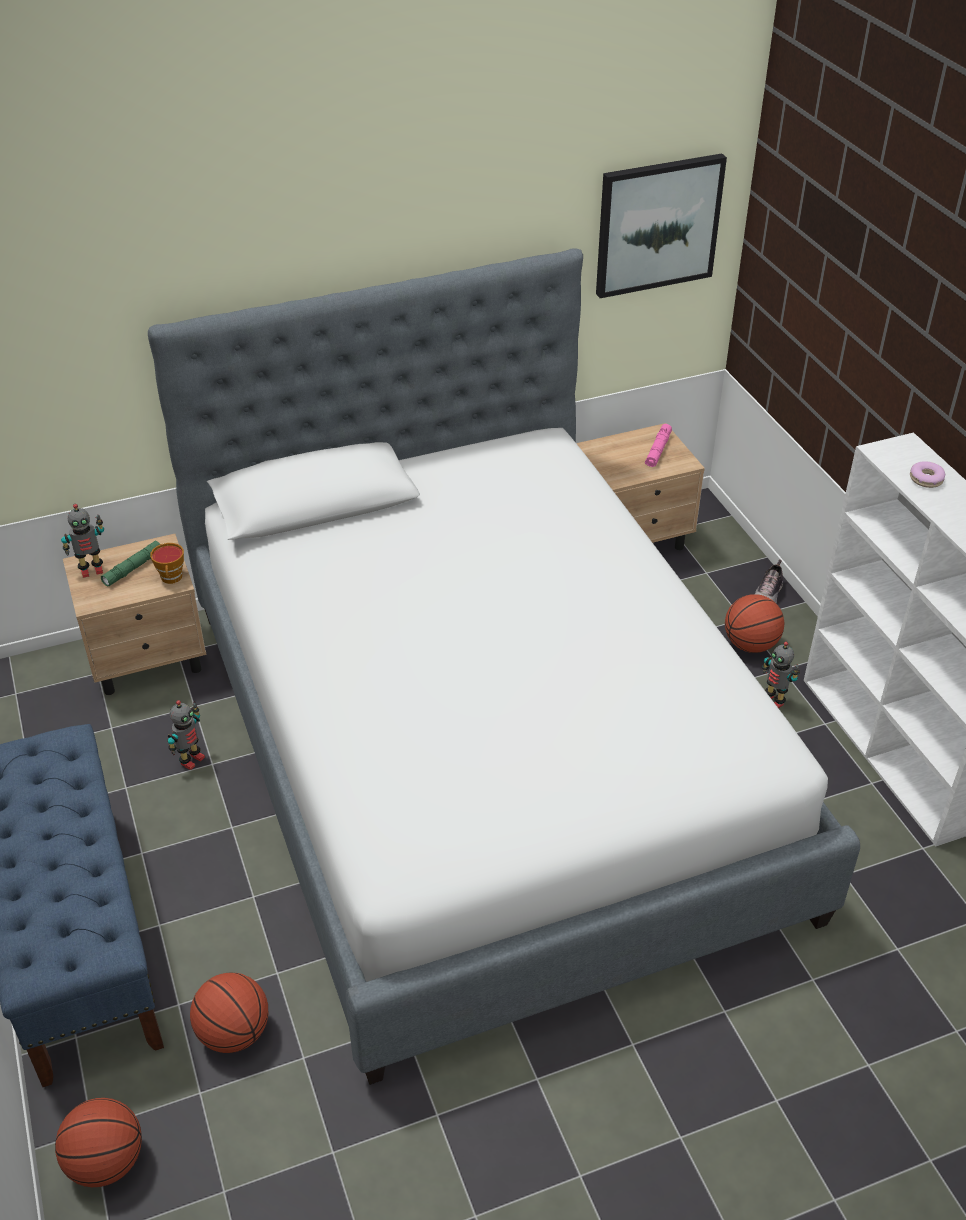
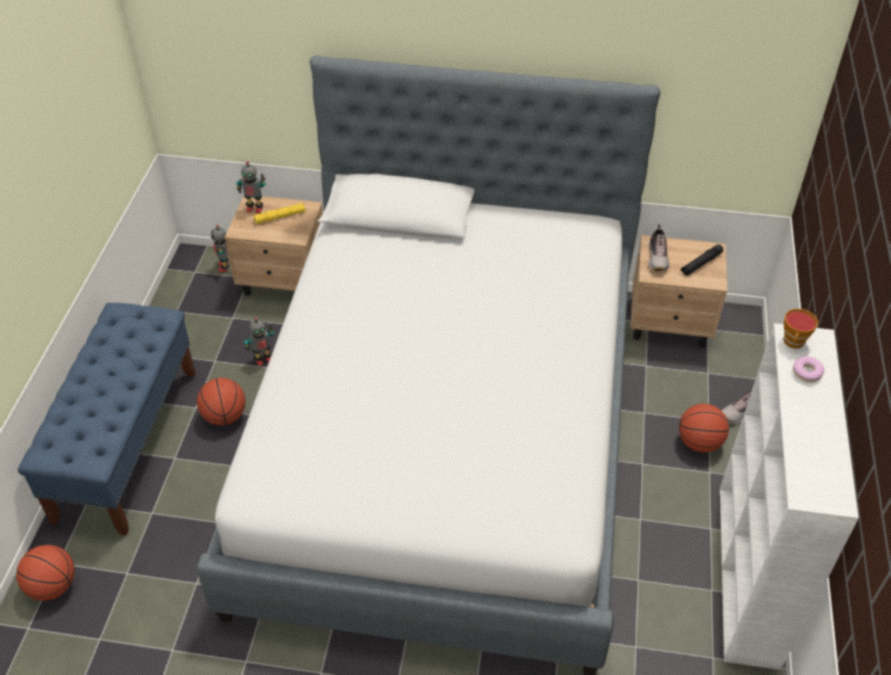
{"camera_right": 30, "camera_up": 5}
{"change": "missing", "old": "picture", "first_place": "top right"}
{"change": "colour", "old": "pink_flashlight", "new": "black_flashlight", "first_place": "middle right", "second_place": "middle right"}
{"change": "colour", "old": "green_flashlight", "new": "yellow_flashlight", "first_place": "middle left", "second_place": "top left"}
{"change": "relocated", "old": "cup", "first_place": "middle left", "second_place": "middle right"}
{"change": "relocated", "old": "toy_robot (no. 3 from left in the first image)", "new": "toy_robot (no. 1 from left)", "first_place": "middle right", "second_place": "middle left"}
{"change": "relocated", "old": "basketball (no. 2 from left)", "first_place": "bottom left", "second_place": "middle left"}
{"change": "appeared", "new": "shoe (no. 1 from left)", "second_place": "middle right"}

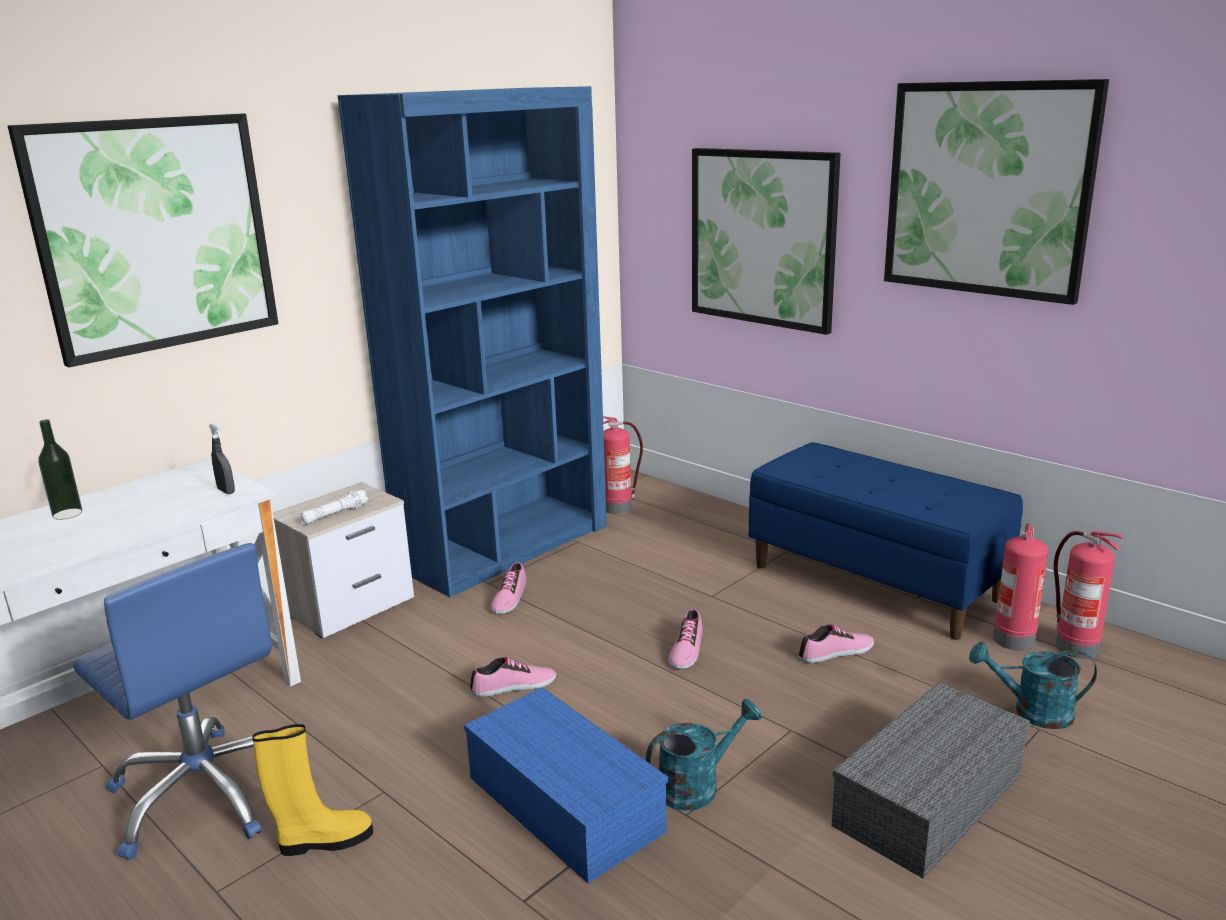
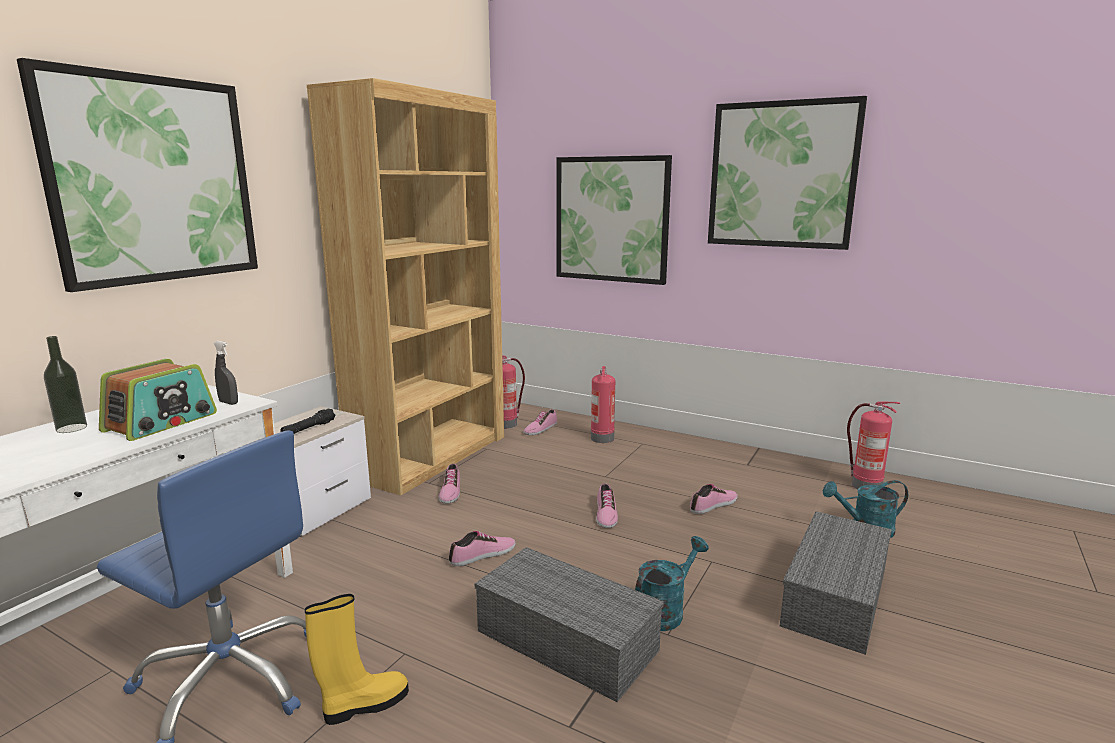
{"camera_right": -15, "camera_up": -5}
{"change": "colour", "old": "blue_bookcase", "new": "brown_bookcase", "first_place": "centre", "second_place": "centre"}
{"change": "missing", "old": "blue_bench", "first_place": "middle right"}
{"change": "colour", "old": "white_flashlight", "new": "black_flashlight", "first_place": "middle left", "second_place": "middle left"}
{"change": "relocated", "old": "fire_extinguisher (no. 2 from left)", "first_place": "middle right", "second_place": "centre"}
{"change": "colour", "old": "blue_storage_box", "new": "grey_storage_box (no. 1 from left)", "first_place": "bottom centre", "second_place": "bottom centre"}
{"change": "appeared", "new": "radio", "second_place": "middle left"}
{"change": "appeared", "new": "shoe (no. 3 from left)", "second_place": "centre"}

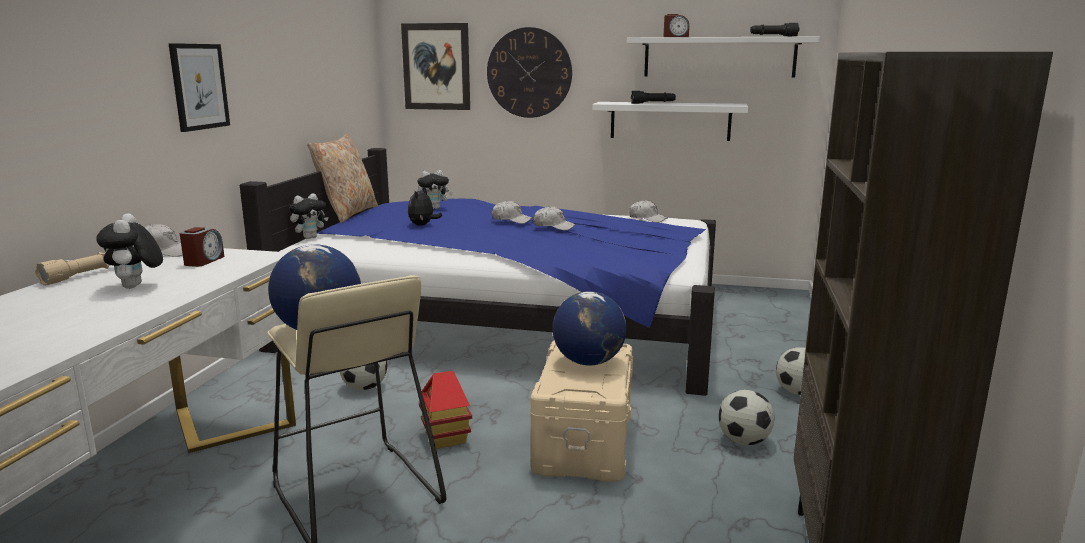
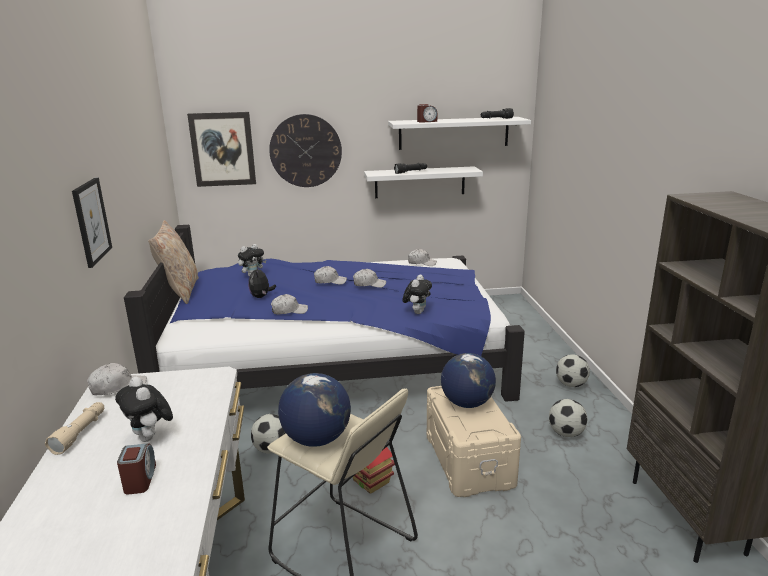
{"camera_right": -20, "camera_up": 5}
{"change": "relocated", "old": "plush_toy (no. 2 from left in the first image)", "new": "plush_toy (no. 4 from left)", "first_place": "middle left", "second_place": "centre"}
{"change": "relocated", "old": "alarm_clock (no. 1 from left)", "first_place": "middle left", "second_place": "bottom left"}
{"change": "appeared", "new": "white_cap (no. 2 from left)", "second_place": "centre"}

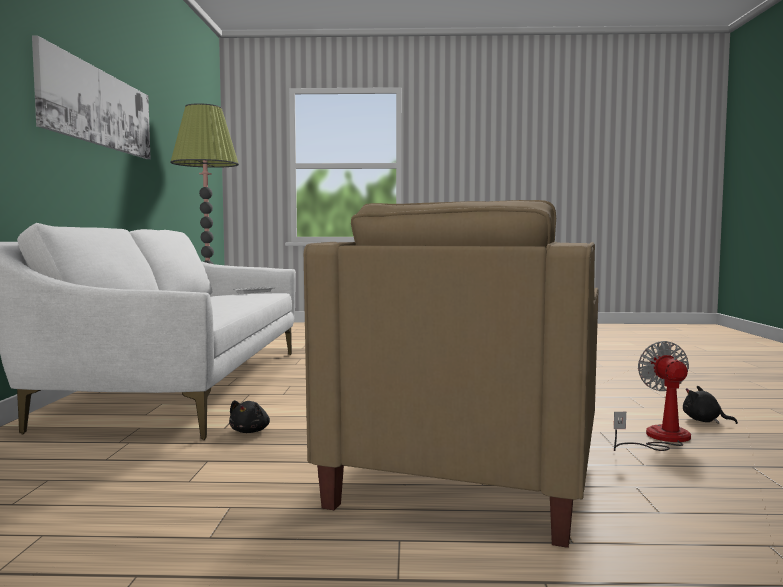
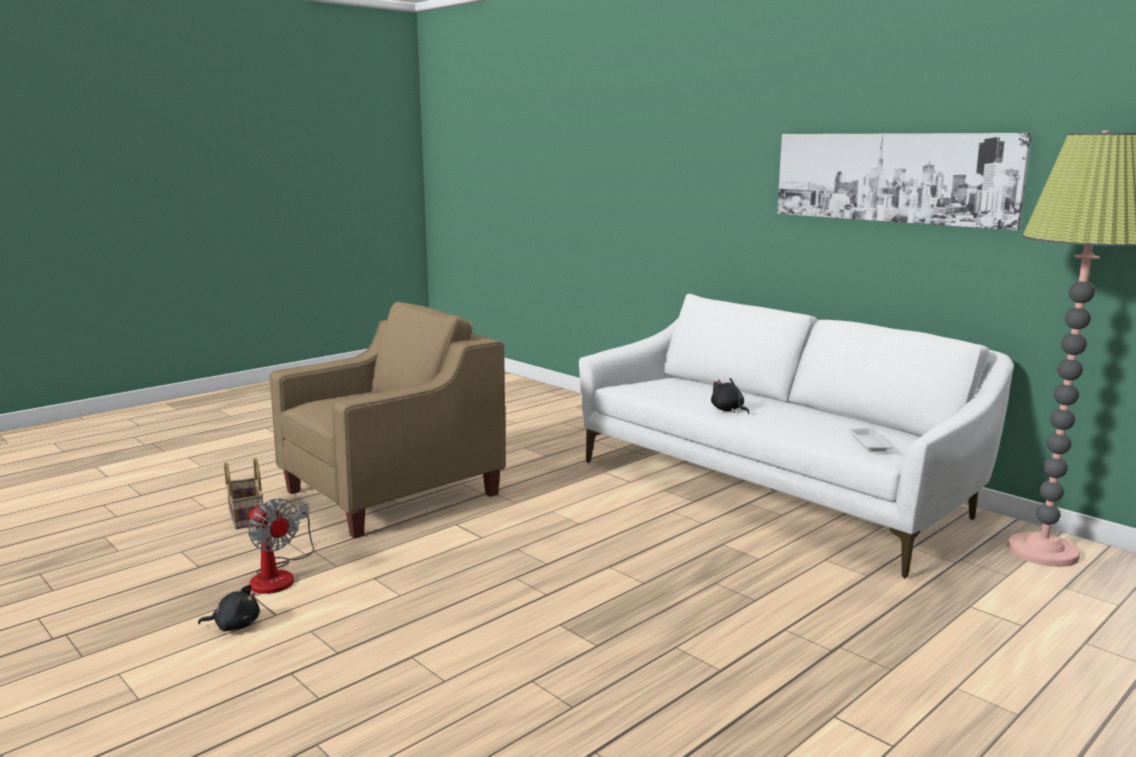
{"camera_right": 135, "camera_up": 10}
{"change": "spun", "old": "beige_armchair", "first_place": "centre", "second_place": "centre", "degrees": 75}
{"change": "relocated", "old": "black_plush_toy (no. 1 from left in the first image)", "new": "black_plush_toy (no. 2 from left)", "first_place": "bottom left", "second_place": "centre"}
{"change": "appeared", "new": "basket", "second_place": "middle left"}

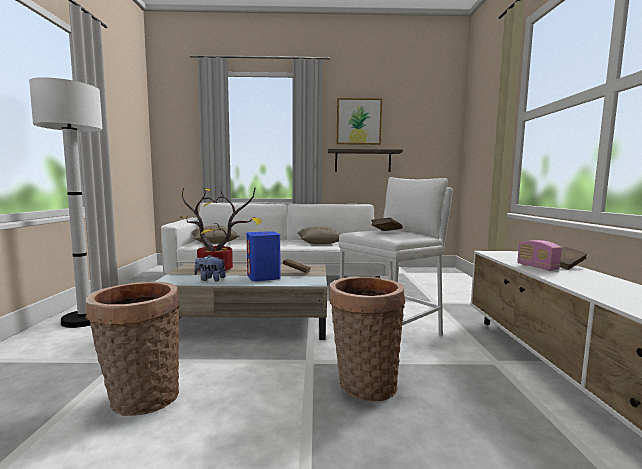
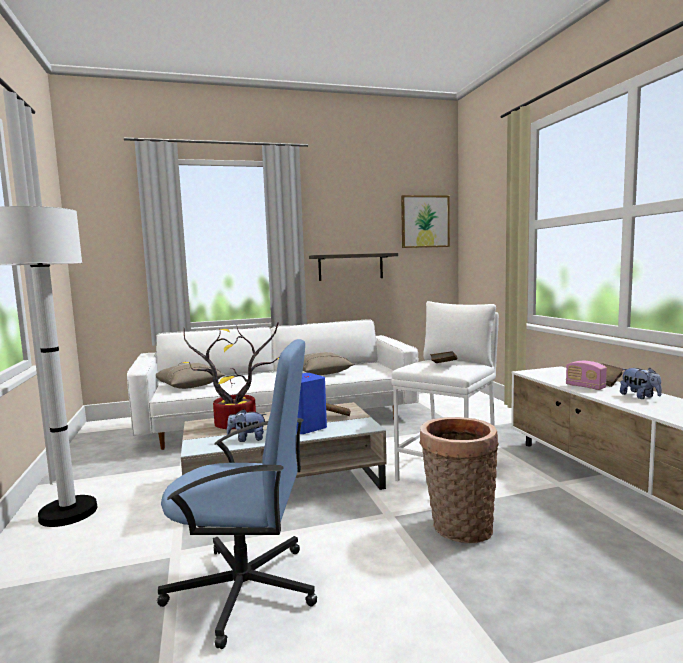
{"camera_right": -15, "camera_up": 0}
{"change": "relocated", "old": "picture", "first_place": "top centre", "second_place": "centre"}
{"change": "exchanged", "old": "basket (no. 1 from left)", "new": "blue_office_chair", "first_place": "bottom left", "second_place": "bottom centre"}
{"change": "appeared", "new": "plush_toy (no. 2 from left)", "second_place": "middle right"}

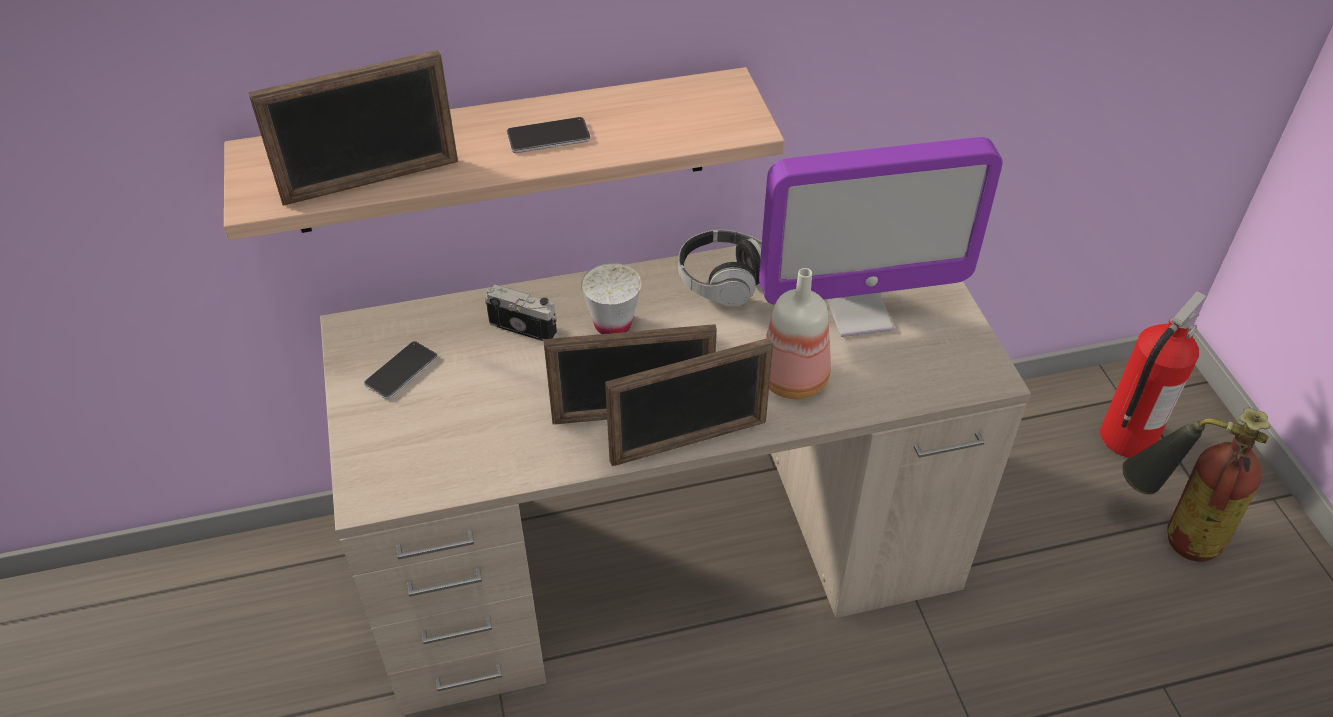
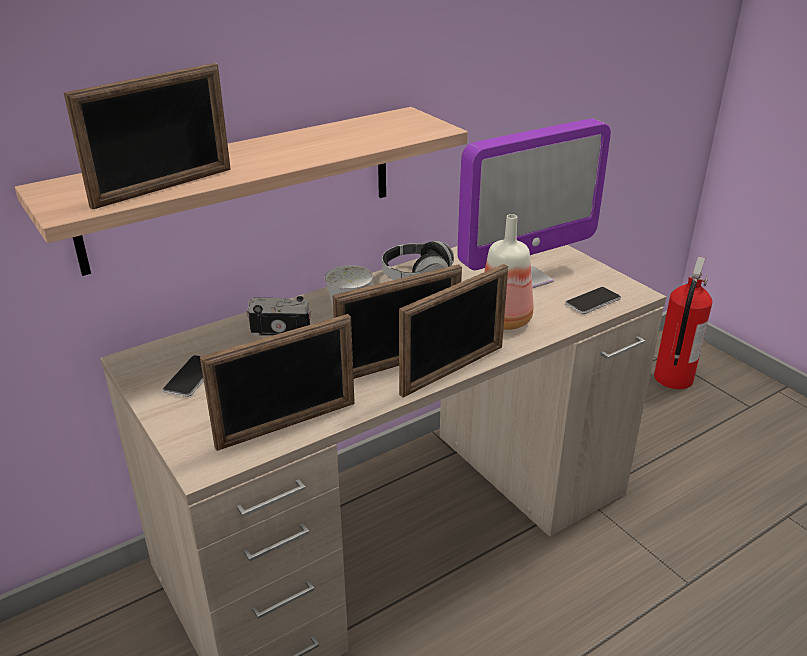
{"camera_right": -20, "camera_up": -15}
{"change": "relocated", "old": "phone (no. 2 from left)", "first_place": "top centre", "second_place": "middle right"}
{"change": "missing", "old": "fire_extinguisher (no. 2 from left)", "first_place": "bottom right"}
{"change": "appeared", "new": "picture_frame (no. 2 from left)", "second_place": "centre"}

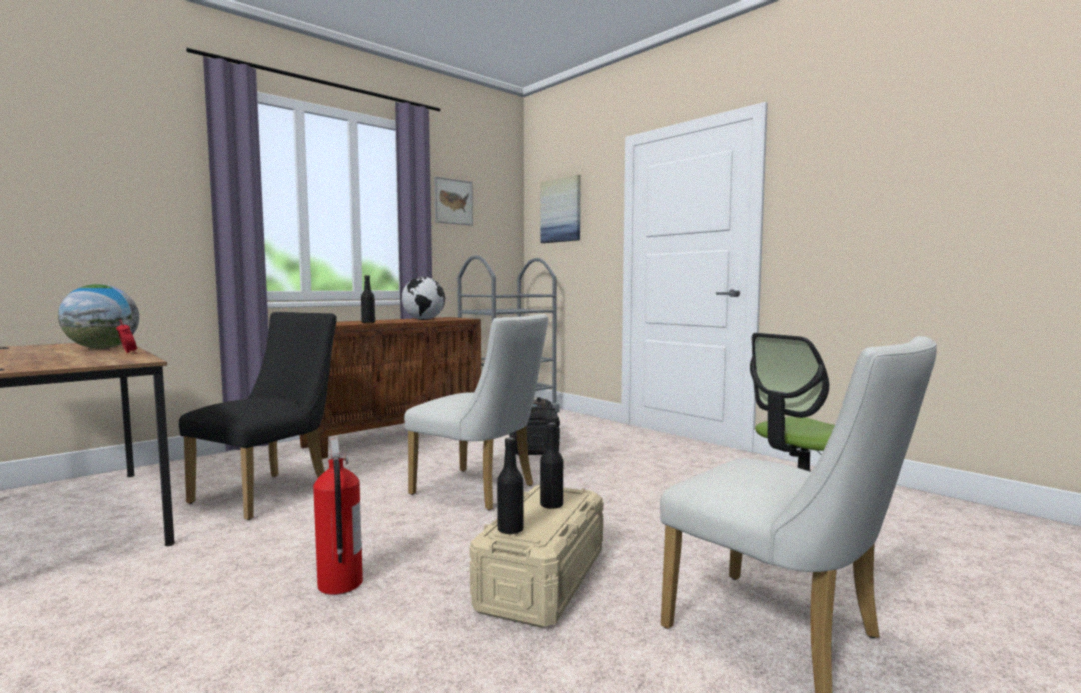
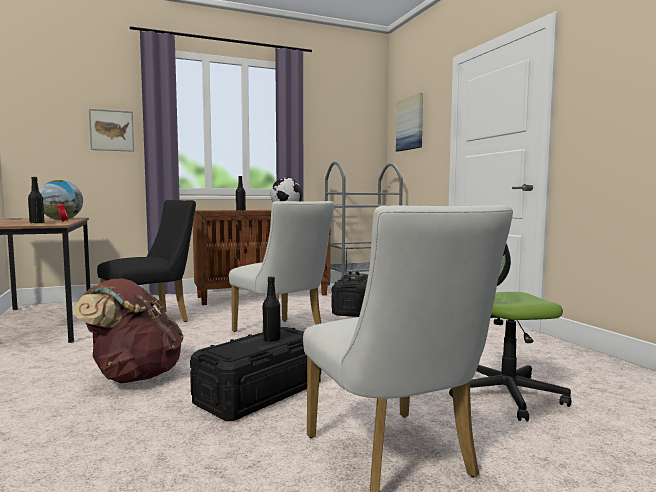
{"camera_right": 20, "camera_up": 0}
{"change": "relocated", "old": "picture (no. 1 from left)", "first_place": "top centre", "second_place": "top left"}
{"change": "relocated", "old": "black_bottle (no. 2 from left in the first image)", "new": "black_bottle (no. 1 from left)", "first_place": "bottom centre", "second_place": "middle left"}
{"change": "exchanged", "old": "fire_extinguisher", "new": "brown_backpack", "first_place": "bottom left", "second_place": "bottom left"}
{"change": "colour", "old": "beige_storage_box", "new": "black_storage_box (no. 1 from left)", "first_place": "bottom centre", "second_place": "bottom centre"}

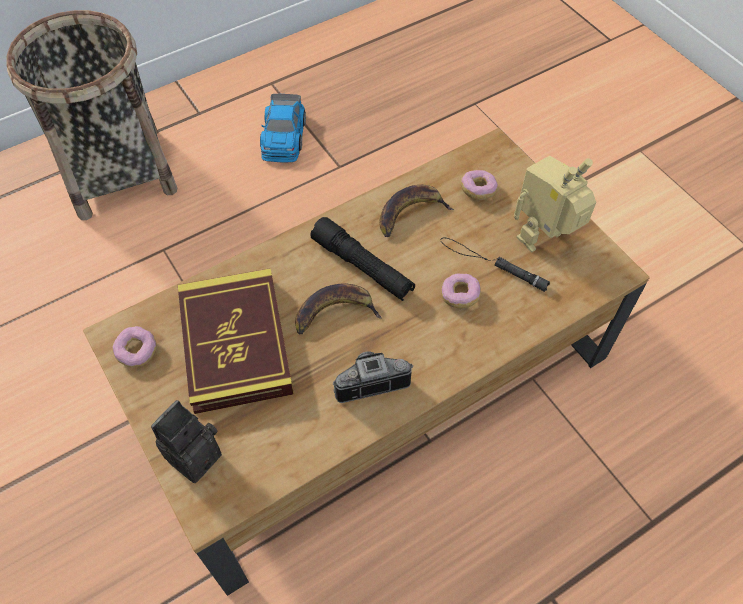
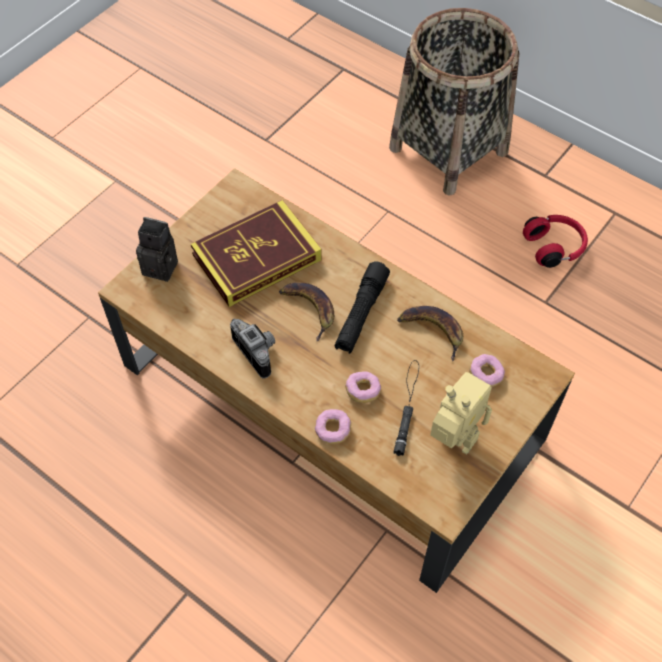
{"camera_right": 70, "camera_up": 0}
{"change": "exchanged", "old": "toy_car", "new": "red_headphones", "first_place": "top centre", "second_place": "middle right"}
{"change": "relocated", "old": "donut (no. 1 from left)", "first_place": "middle left", "second_place": "centre"}

